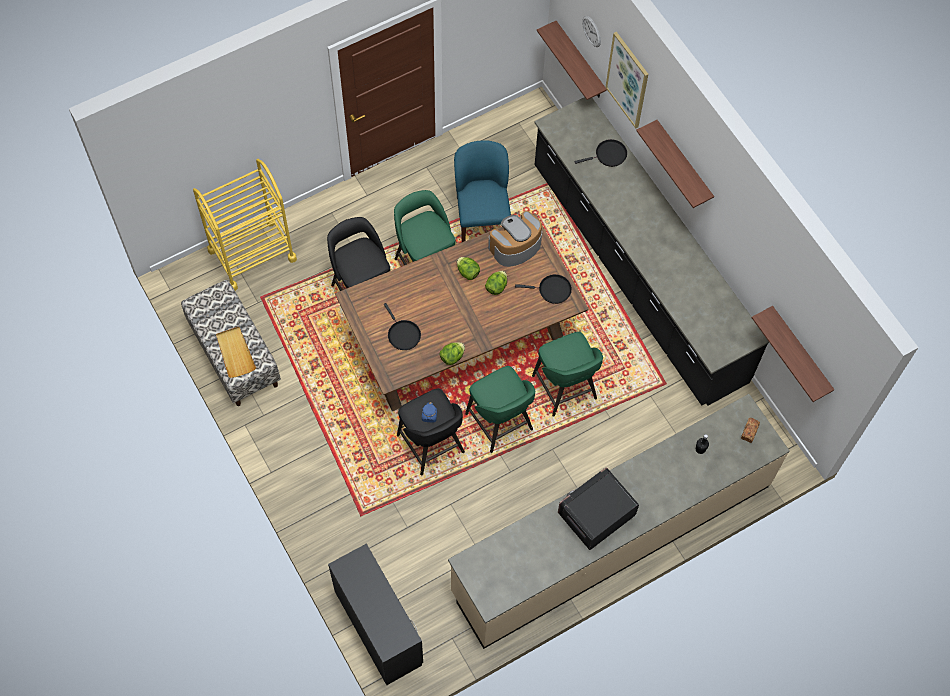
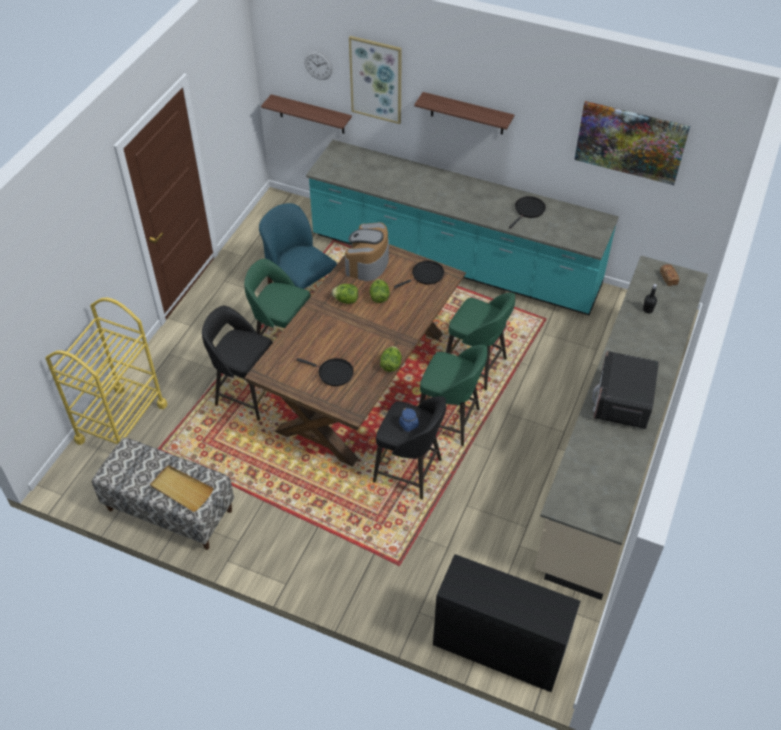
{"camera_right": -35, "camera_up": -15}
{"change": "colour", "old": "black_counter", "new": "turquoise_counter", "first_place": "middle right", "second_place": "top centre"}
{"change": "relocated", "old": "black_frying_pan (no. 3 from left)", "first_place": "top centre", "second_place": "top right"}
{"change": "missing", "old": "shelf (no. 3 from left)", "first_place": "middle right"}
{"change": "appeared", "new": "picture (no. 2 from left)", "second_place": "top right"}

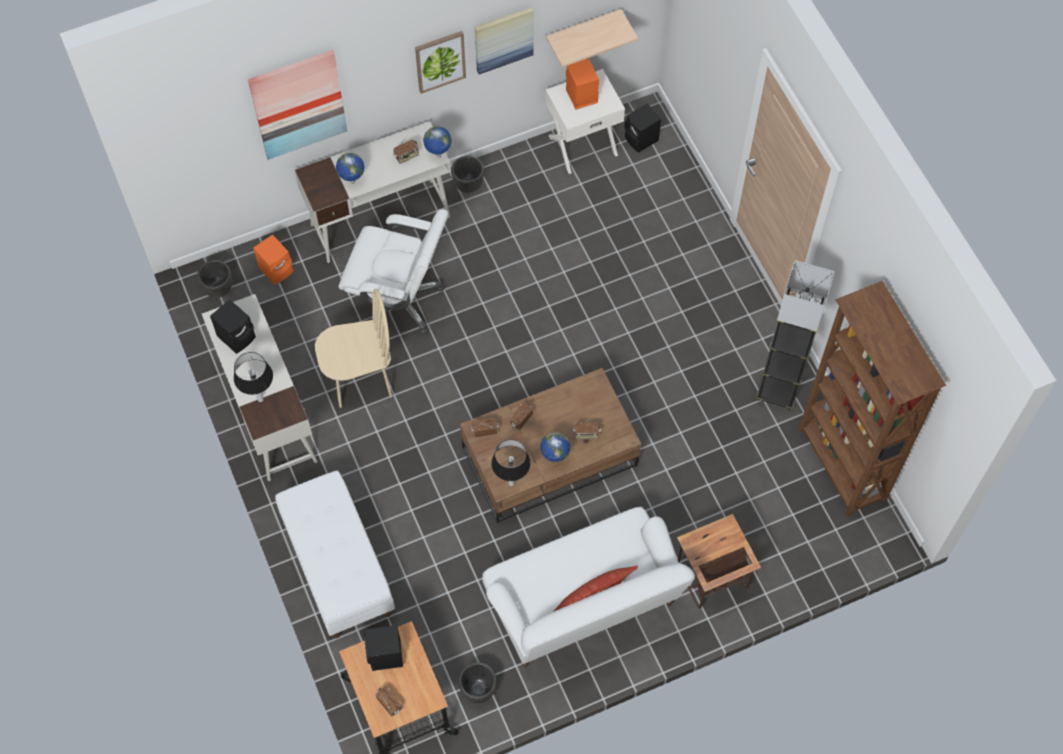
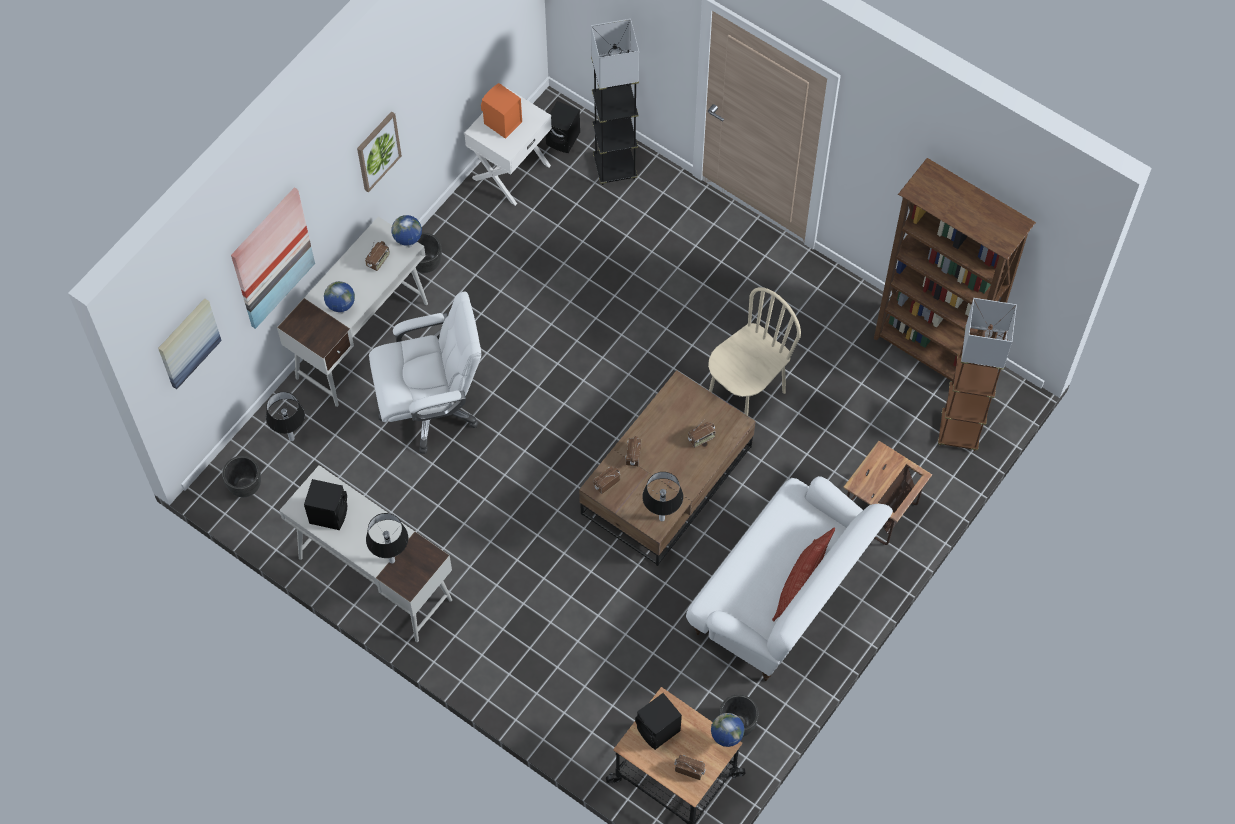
{"camera_right": -30, "camera_up": 0}
{"change": "relocated", "old": "picture (no. 3 from left in the first image)", "new": "picture (no. 1 from left)", "first_place": "top centre", "second_place": "middle left"}
{"change": "missing", "old": "shelf", "first_place": "top centre"}
{"change": "exchanged", "old": "orange_speaker (no. 1 from left)", "new": "table_lamp (no. 1 from left)", "first_place": "middle left", "second_place": "middle left"}
{"change": "relocated", "old": "grey_floor_lamp", "first_place": "middle right", "second_place": "top centre"}
{"change": "relocated", "old": "beige_chair", "first_place": "middle left", "second_place": "centre"}
{"change": "relocated", "old": "globe (no. 3 from left)", "first_place": "centre", "second_place": "bottom centre"}
{"change": "missing", "old": "white_bench", "first_place": "bottom left"}
{"change": "appeared", "new": "brown_floor_lamp", "second_place": "middle right"}

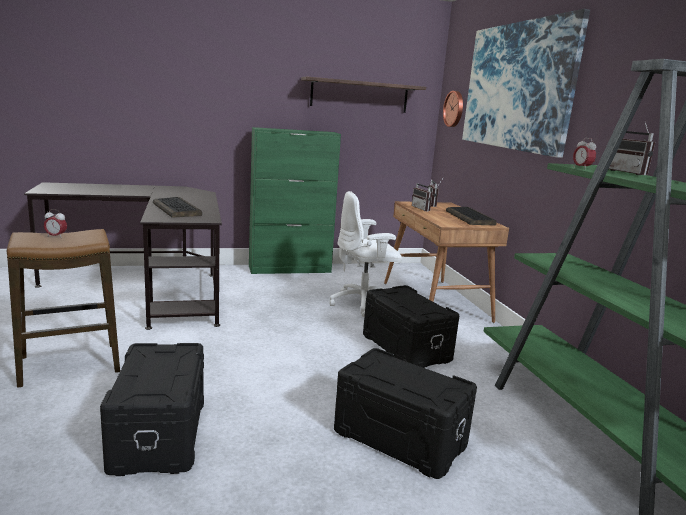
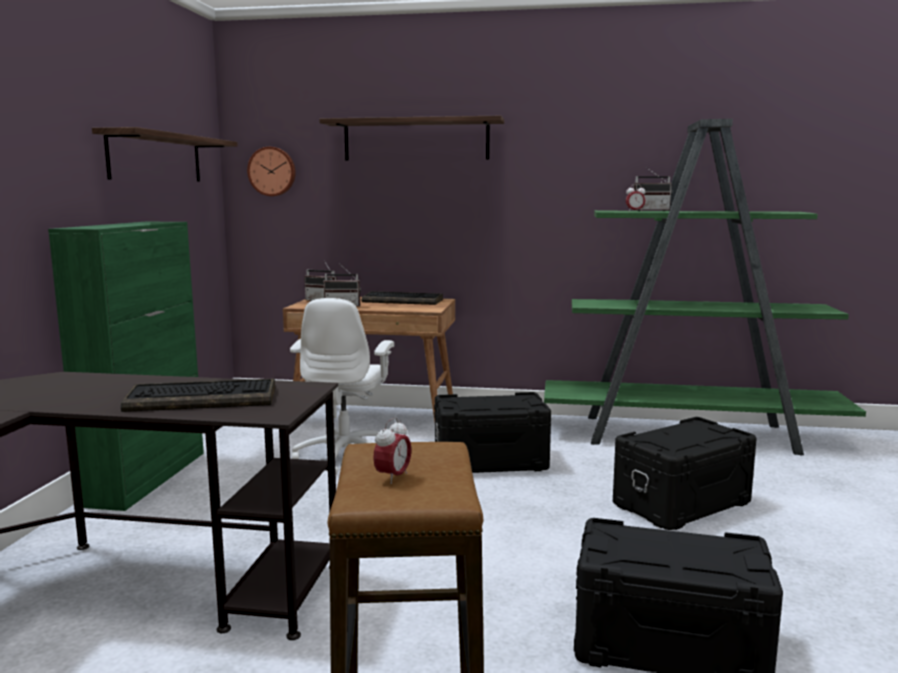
{"camera_right": -65, "camera_up": -5}
{"change": "exchanged", "old": "picture", "new": "shelf (no. 2 from left)", "first_place": "top right", "second_place": "top centre"}

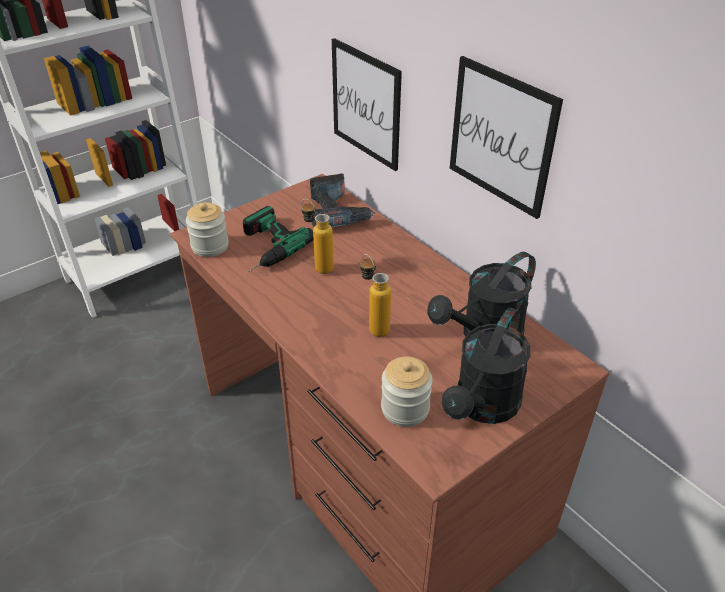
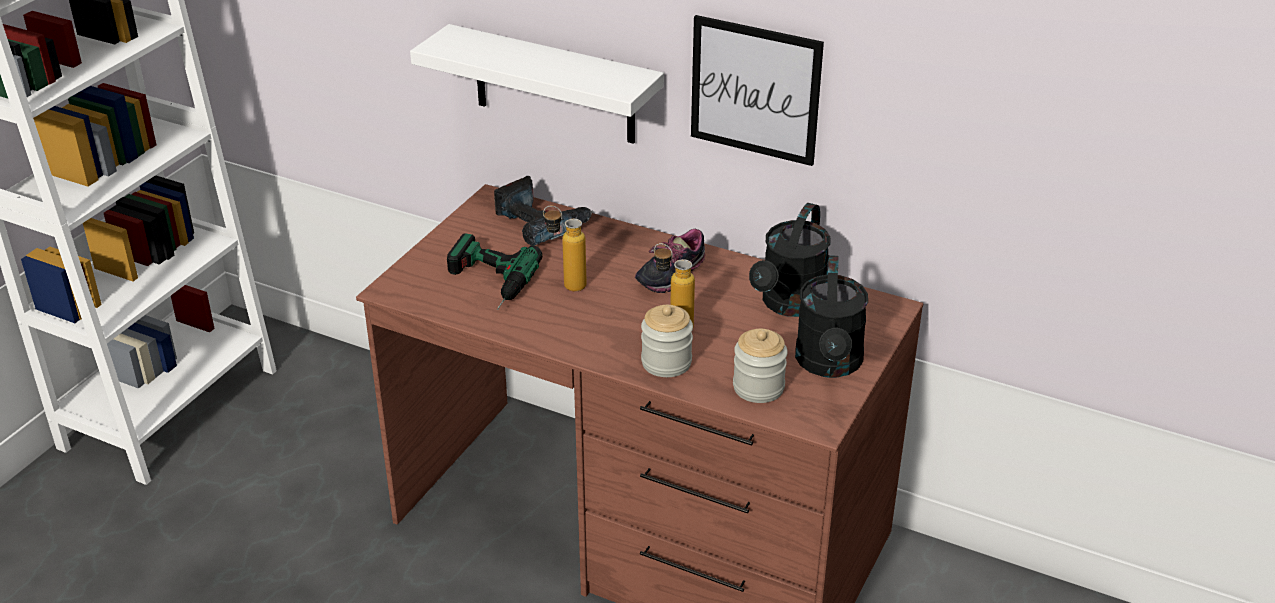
{"camera_right": -25, "camera_up": -5}
{"change": "exchanged", "old": "picture (no. 1 from left)", "new": "white_shelf", "first_place": "top centre", "second_place": "top centre"}
{"change": "relocated", "old": "jar (no. 1 from left)", "first_place": "middle left", "second_place": "centre"}
{"change": "appeared", "new": "shoe", "second_place": "centre"}

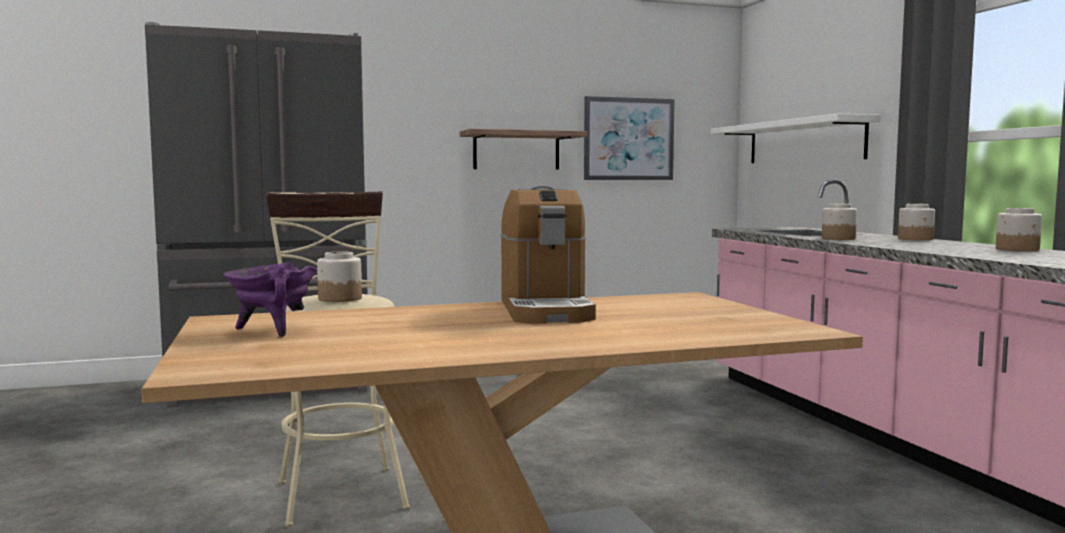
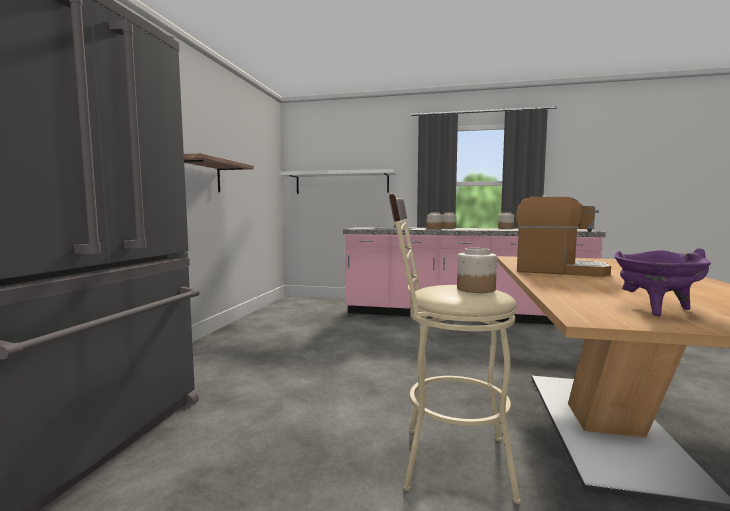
{"camera_right": -60, "camera_up": 0}
{"change": "missing", "old": "picture", "first_place": "top centre"}

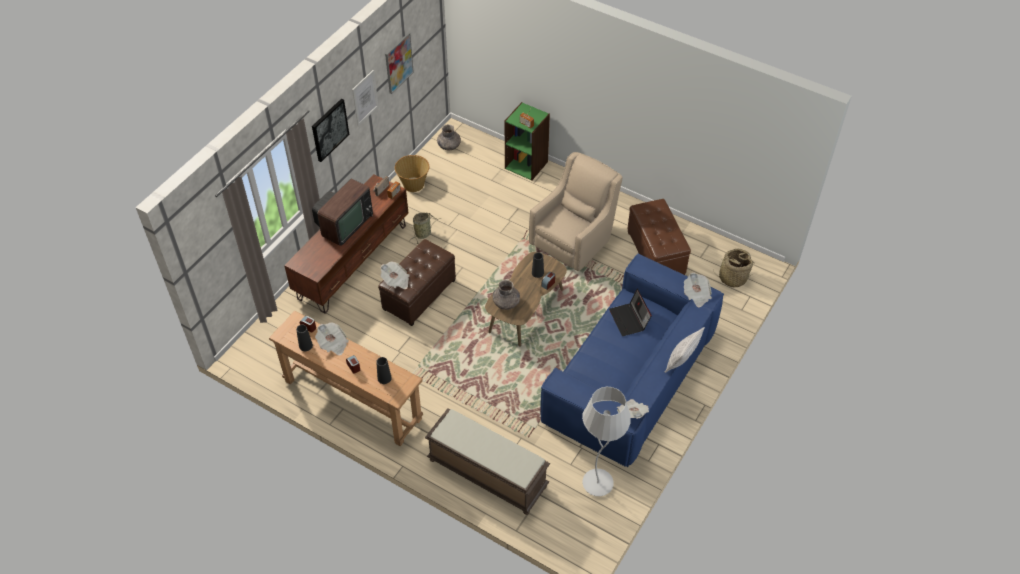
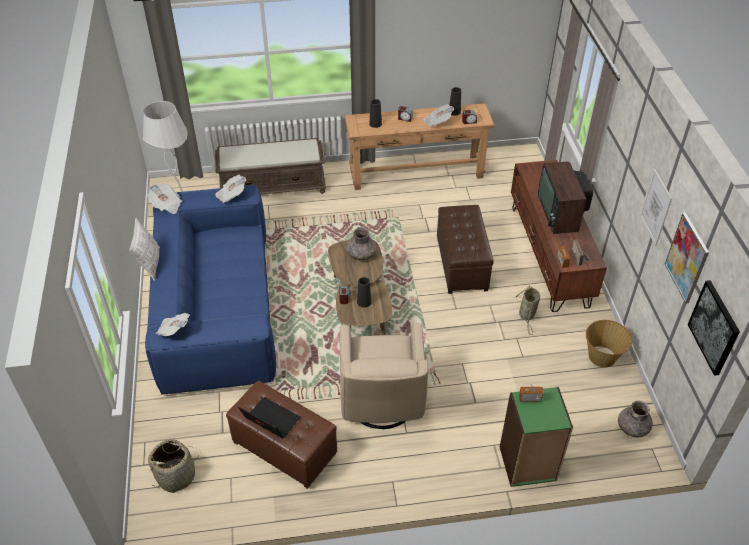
{"camera_right": 140, "camera_up": -5}
{"change": "relocated", "old": "picture (no. 1 from left in the first image)", "new": "picture (no. 3 from left)", "first_place": "top left", "second_place": "middle right"}
{"change": "relocated", "old": "newspaper (no. 2 from left in the first image)", "new": "newspaper (no. 3 from left)", "first_place": "centre", "second_place": "middle left"}
{"change": "relocated", "old": "laptop", "first_place": "centre", "second_place": "bottom centre"}

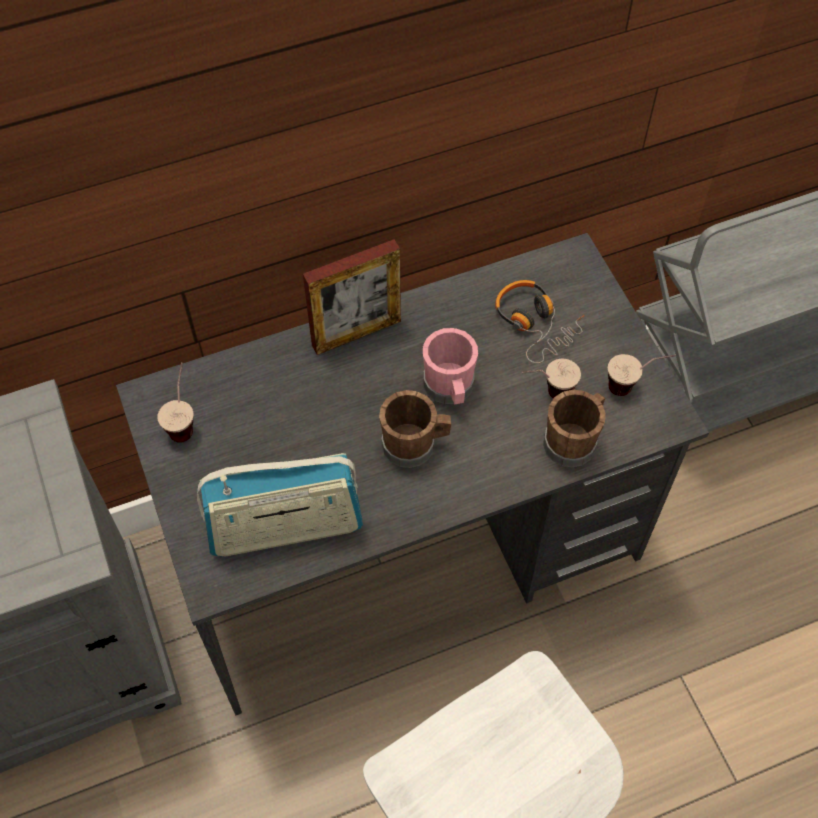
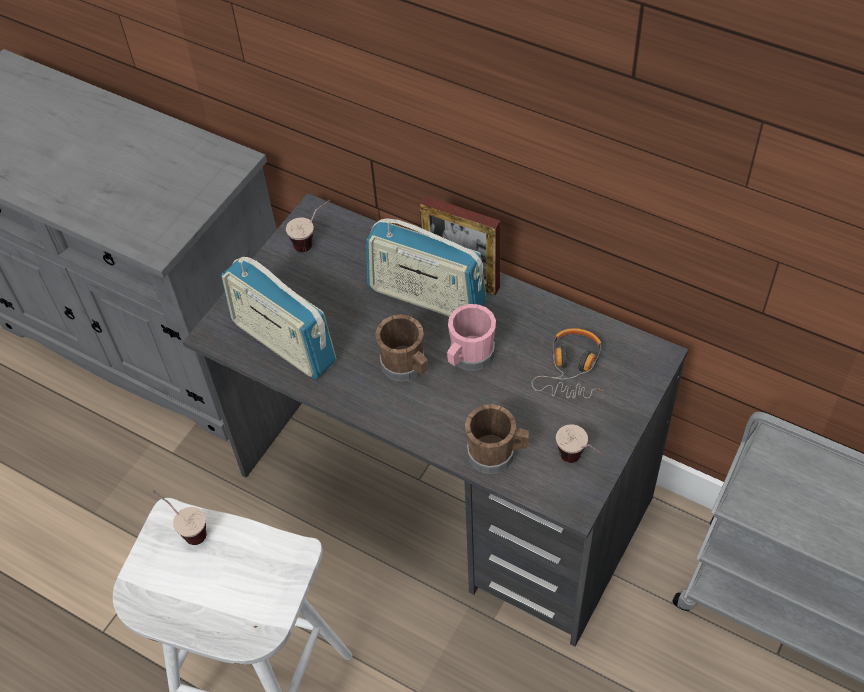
{"camera_right": 55, "camera_up": -5}
{"change": "relocated", "old": "cup (no. 2 from left in the first image)", "new": "cup (no. 1 from left)", "first_place": "middle right", "second_place": "bottom left"}
{"change": "appeared", "new": "radio (no. 2 from left)", "second_place": "centre"}

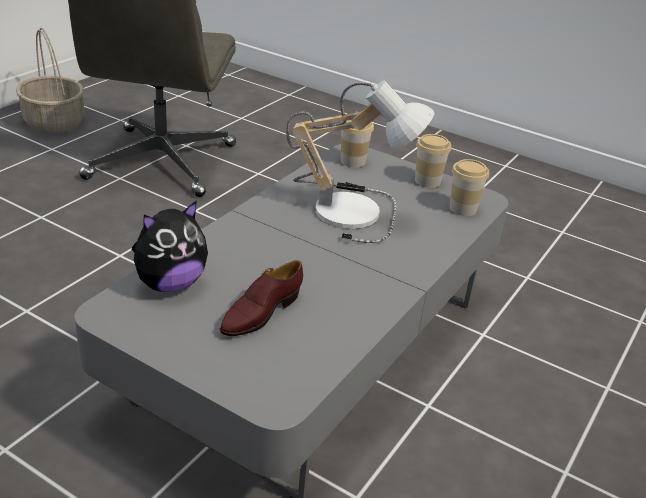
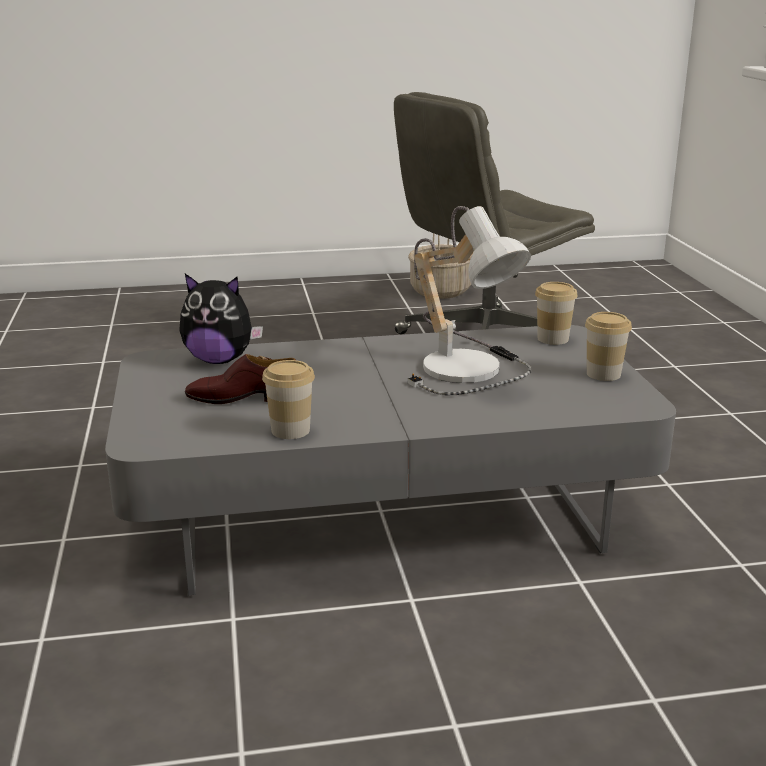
{"camera_right": 50, "camera_up": -10}
{"change": "relocated", "old": "cup (no. 3 from left in the first image)", "new": "cup (no. 1 from left)", "first_place": "middle right", "second_place": "centre"}

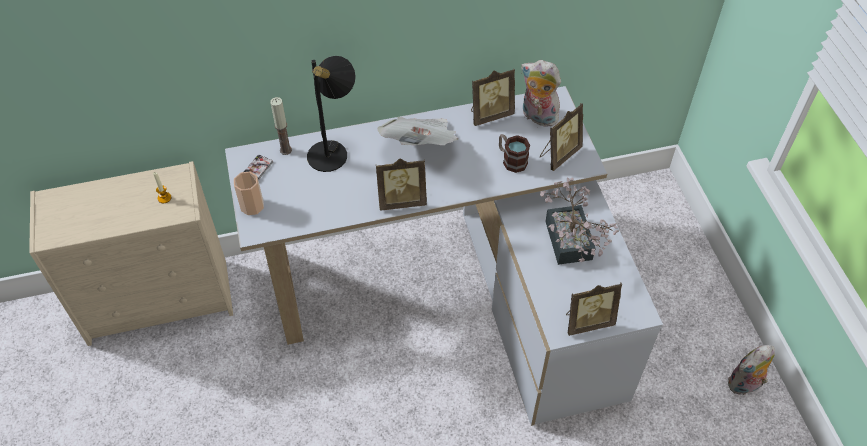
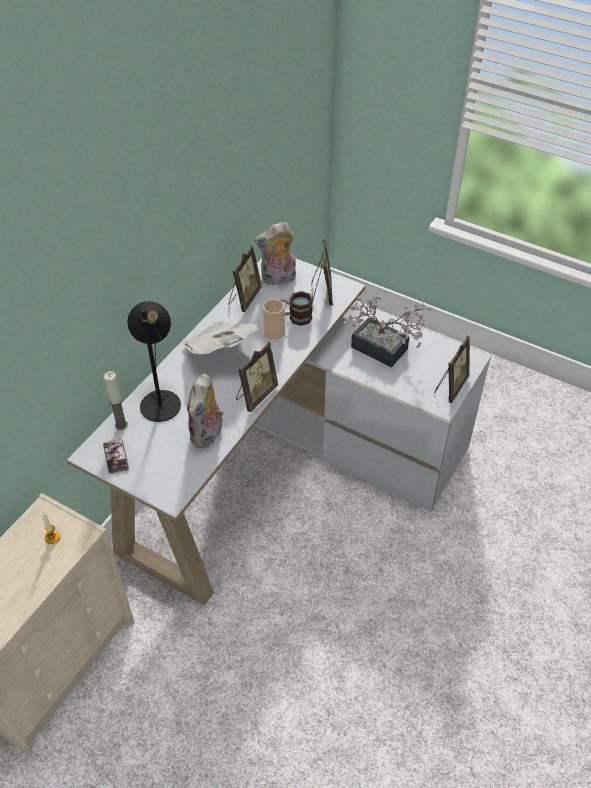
{"camera_right": -45, "camera_up": -5}
{"change": "relocated", "old": "cup", "first_place": "middle left", "second_place": "centre"}
{"change": "relocated", "old": "plush_toy (no. 2 from left in the first image)", "new": "plush_toy (no. 1 from left)", "first_place": "bottom right", "second_place": "centre"}

